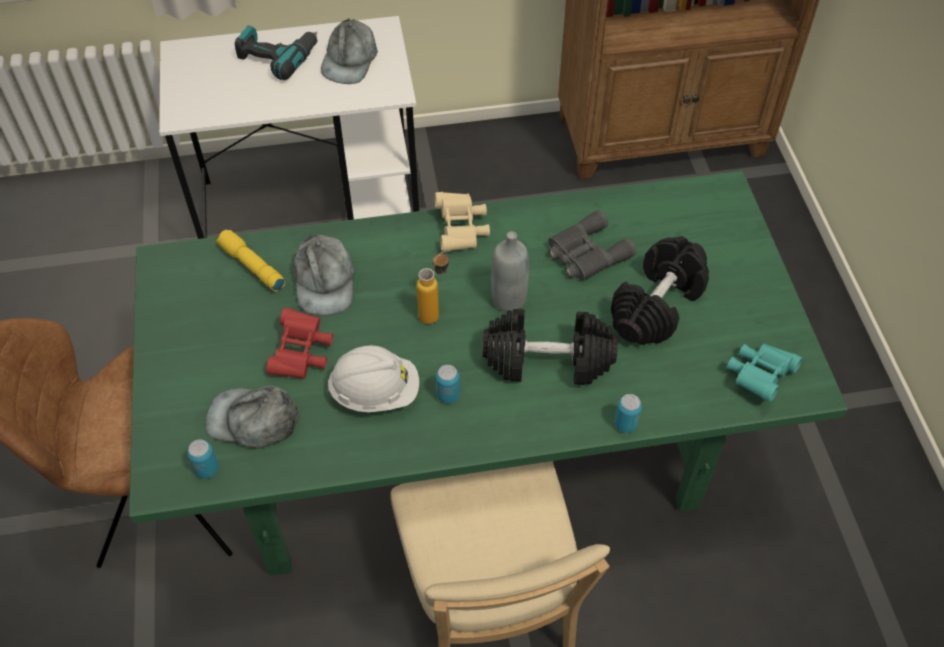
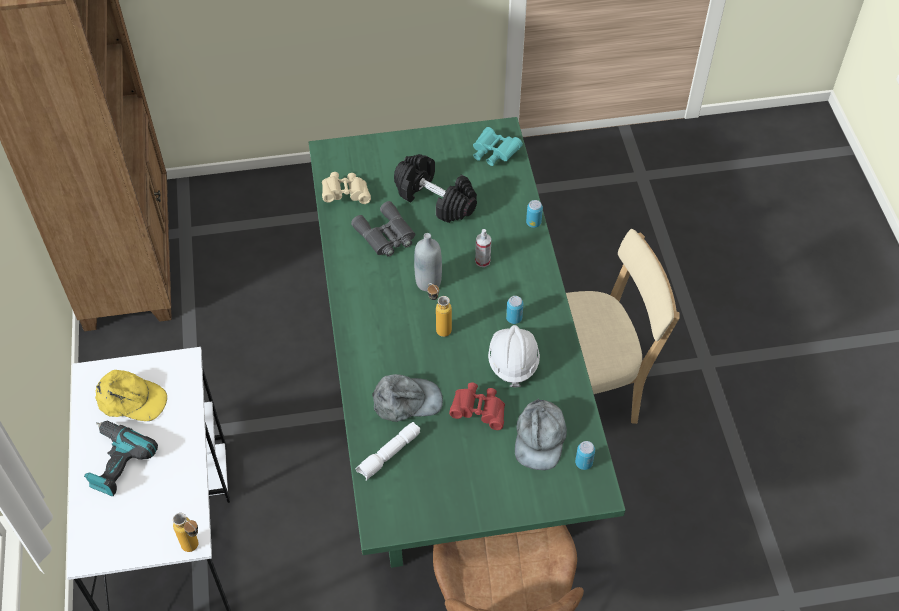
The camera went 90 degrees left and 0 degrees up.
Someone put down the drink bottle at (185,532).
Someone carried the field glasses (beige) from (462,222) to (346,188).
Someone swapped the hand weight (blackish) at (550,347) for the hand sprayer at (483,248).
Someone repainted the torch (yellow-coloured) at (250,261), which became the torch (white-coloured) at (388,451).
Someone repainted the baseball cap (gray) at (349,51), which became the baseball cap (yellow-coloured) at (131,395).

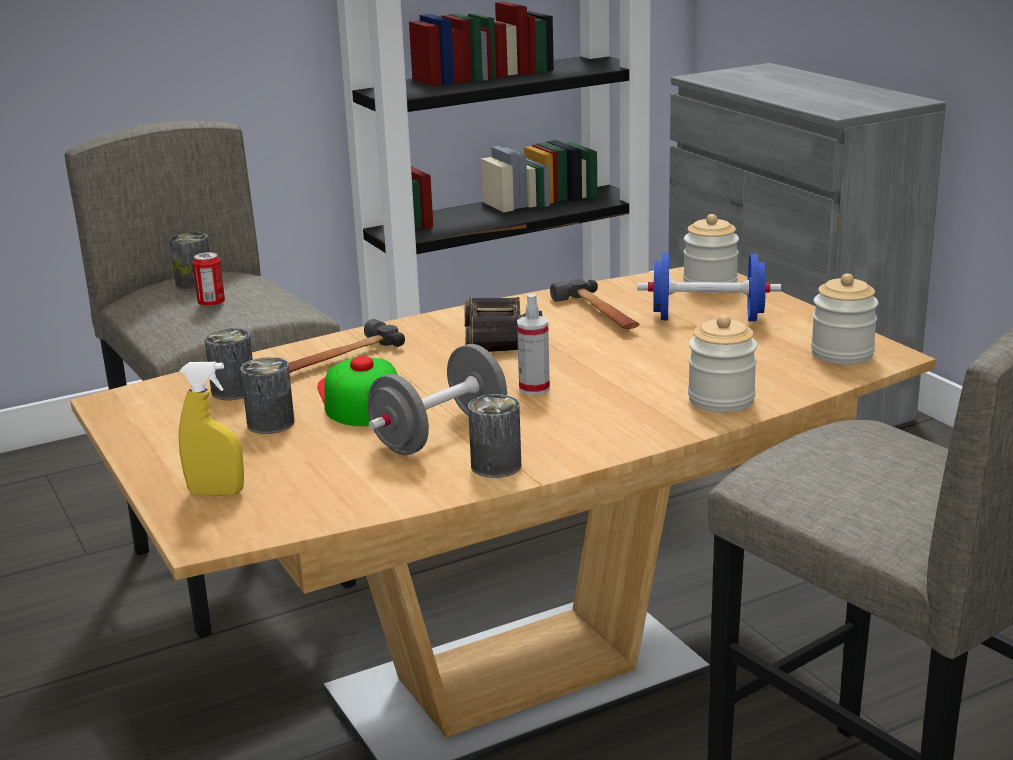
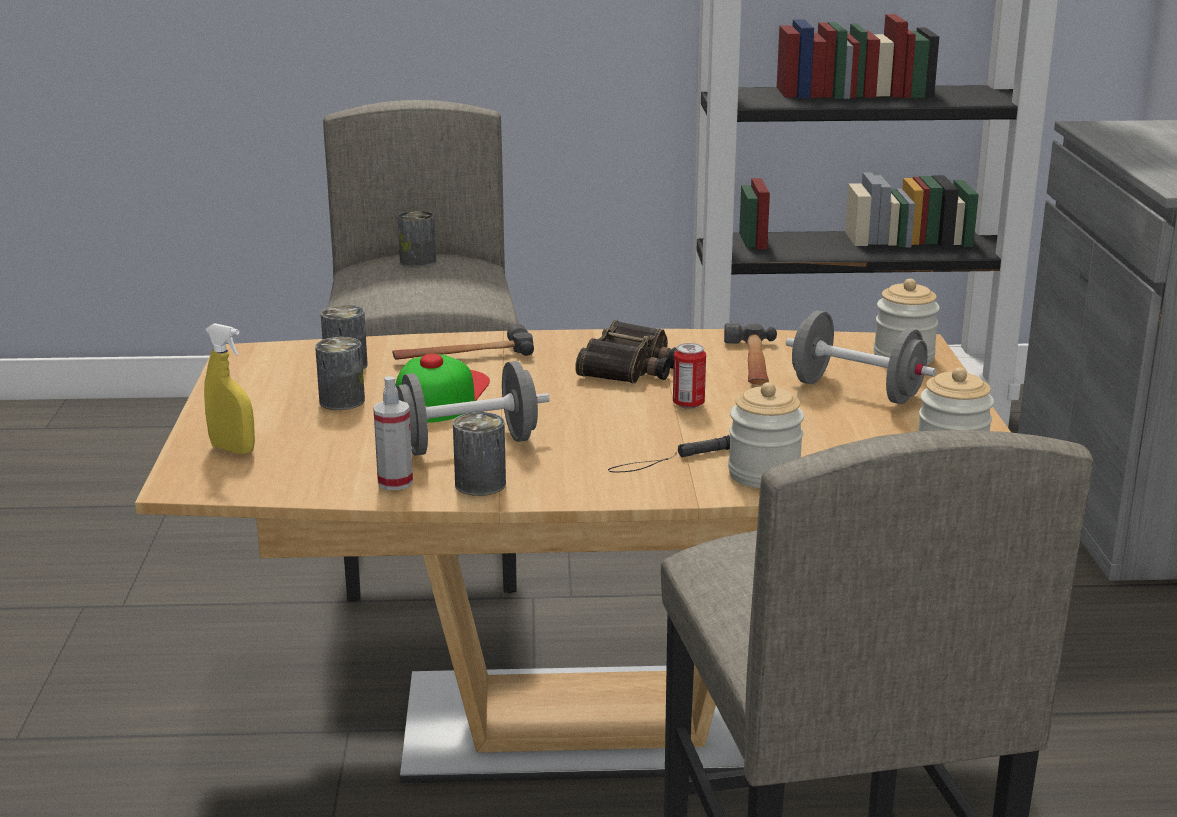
The camera went 25 degrees right and 0 degrees up.
Someone put down the torch (blackish) at (669,453).
Someone carried the can from (209,279) to (689,376).
Someone carried the hand sprayer from (533,344) to (393,433).
Someone repainted the hand weight (bluish) at (709,287), which became the hand weight (gray) at (861,357).

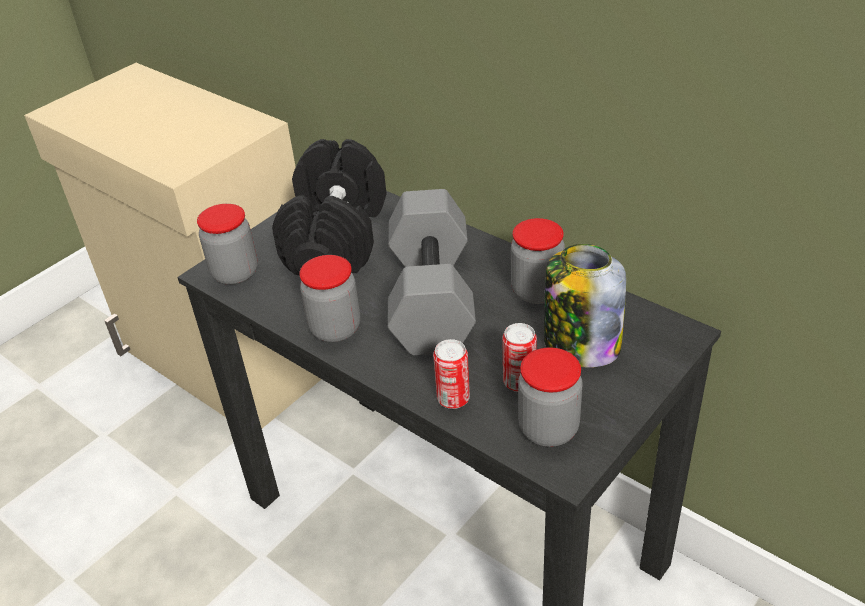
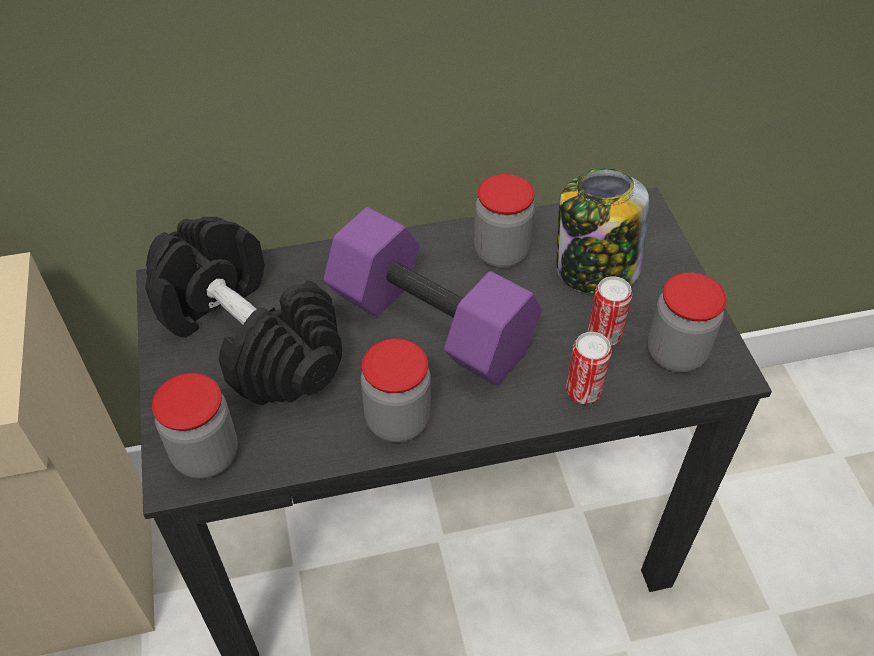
The camera went 55 degrees left and 10 degrees up.
Someone repainted the hand weight (gray) at (432,272), which became the hand weight (purplish) at (432,296).

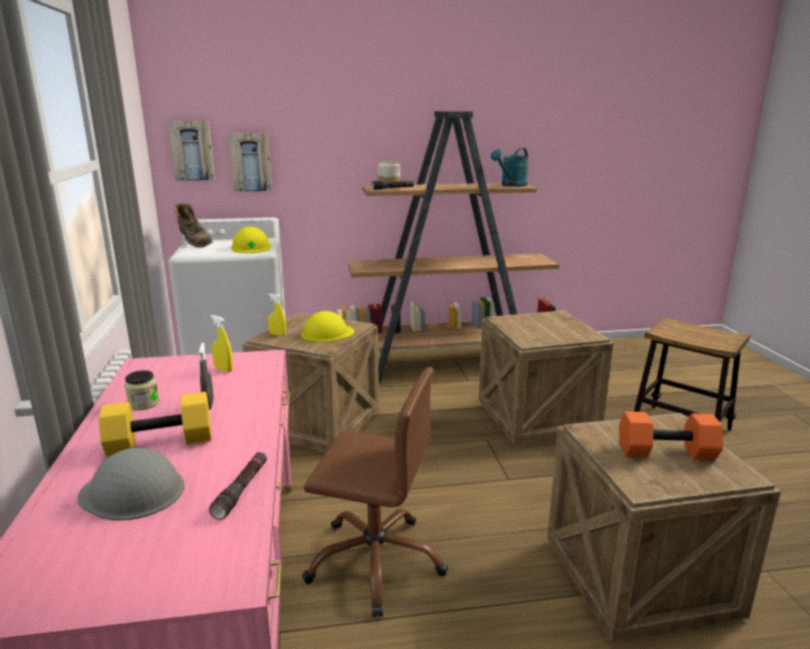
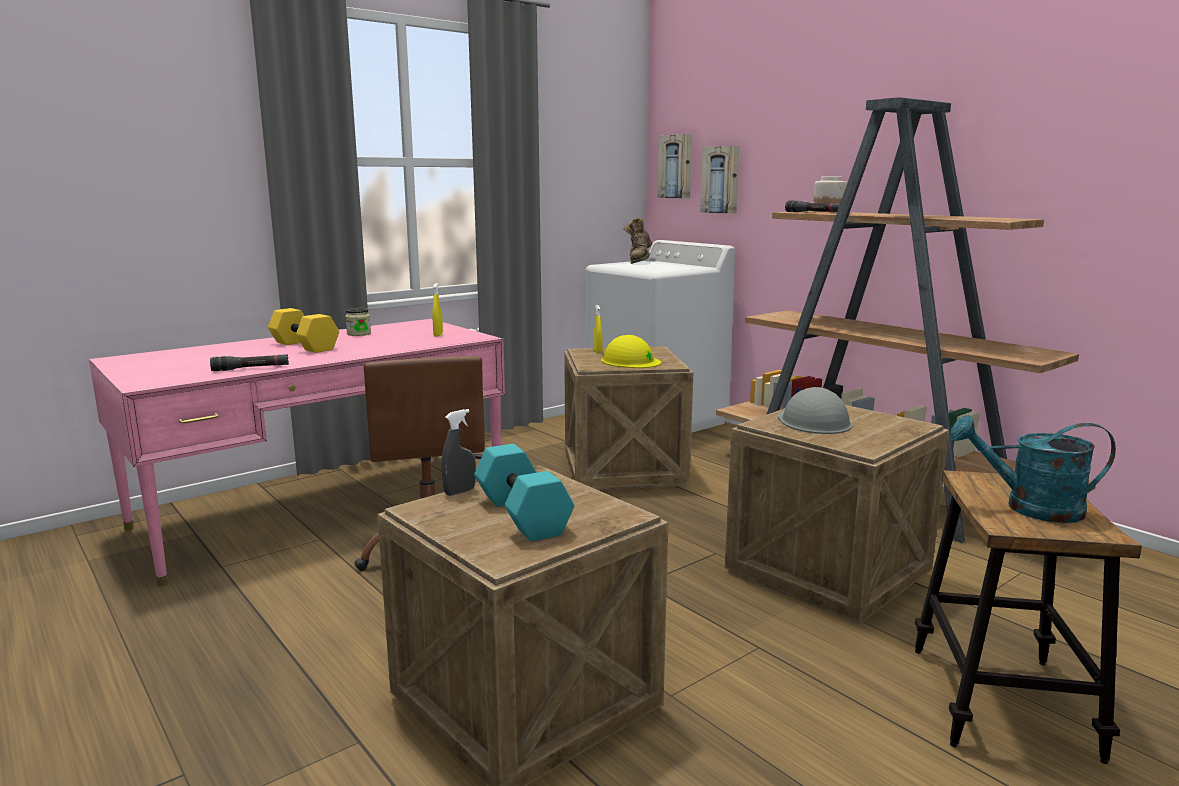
The camera went 60 degrees right and 5 degrees down.
Someone took away the hard hat (yellow-coloured) at (251,240).
Someone carried the hard hat (gray) from (130,484) to (814,410).
Someone carried the hand sprayer (gray) from (206,376) to (459,452).
Someone carried the watering pot (turquoise-coloured) from (509,167) to (1033,469).
Someone repainted the hand weight (orange-coloured) at (671,435), which became the hand weight (turquoise-coloured) at (524,492).

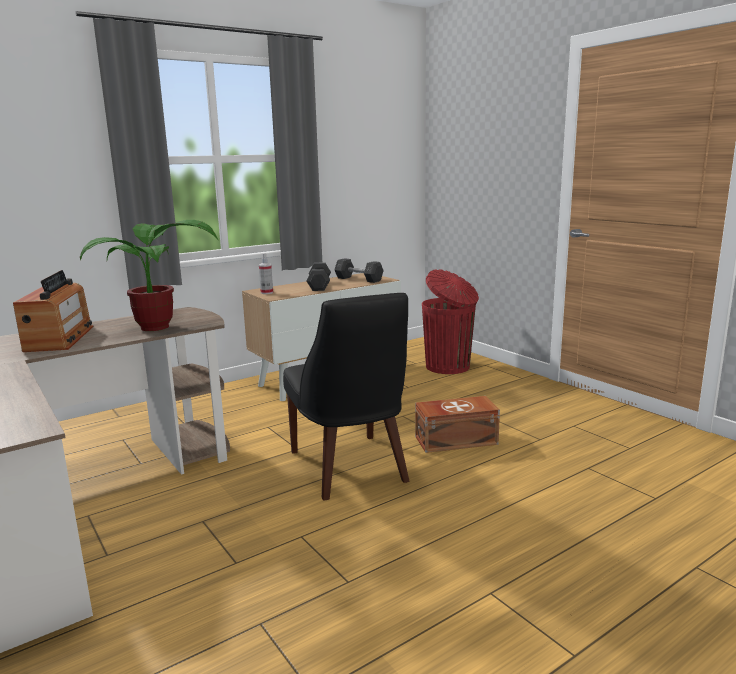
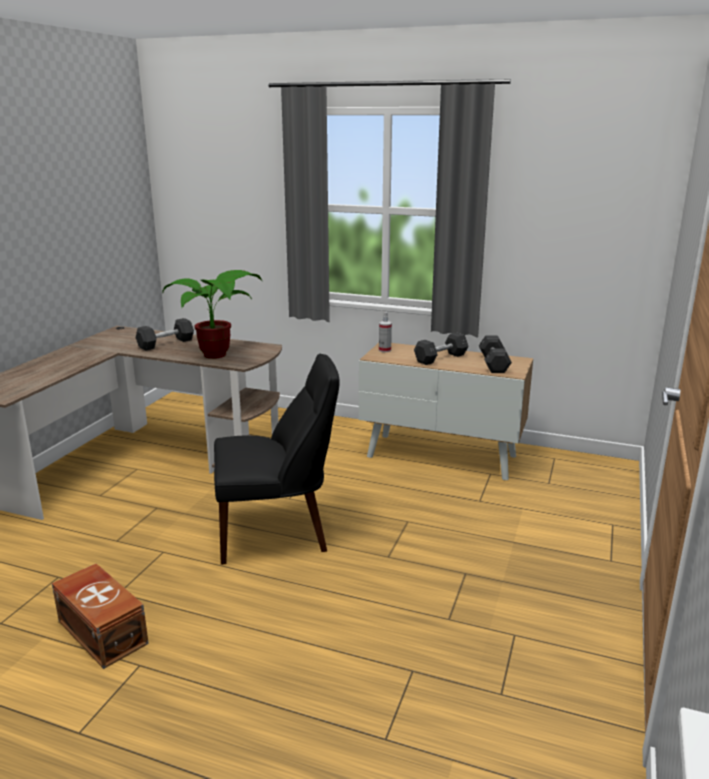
The camera went 55 degrees right and 5 degrees up.
Someone took away the rubbish bin (red-coloured) at (450,321).
Someone carried the storage box (brown-coloured) from (457,424) to (100,616).
Someone swapped the radio set at (53,311) for the hand weight (blackish) at (165,334).
Someone rotated the chair (blackish) at (346,397) by 135 degrees counterclockwise.

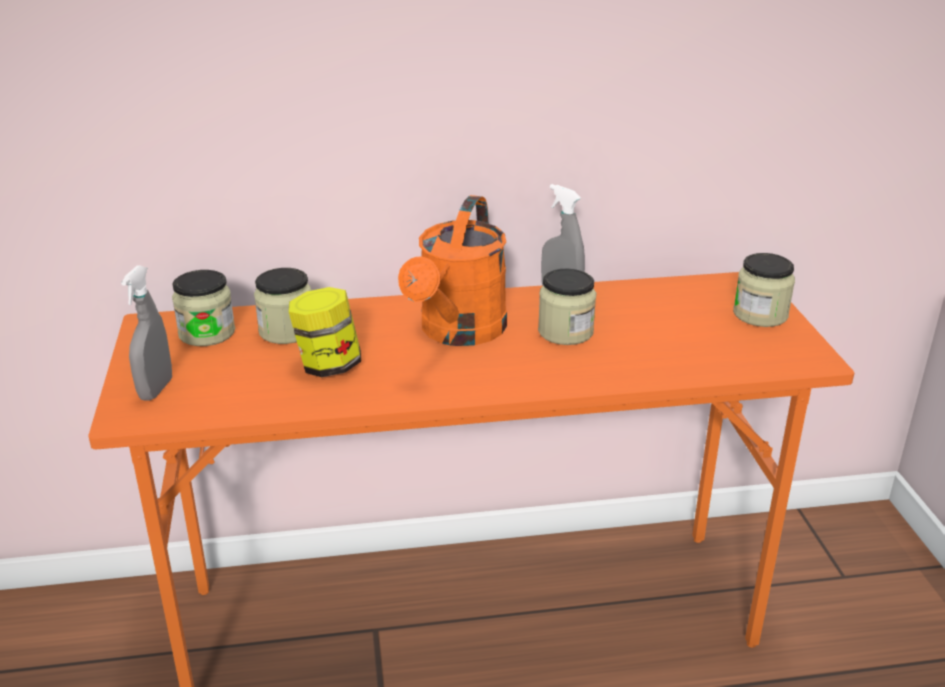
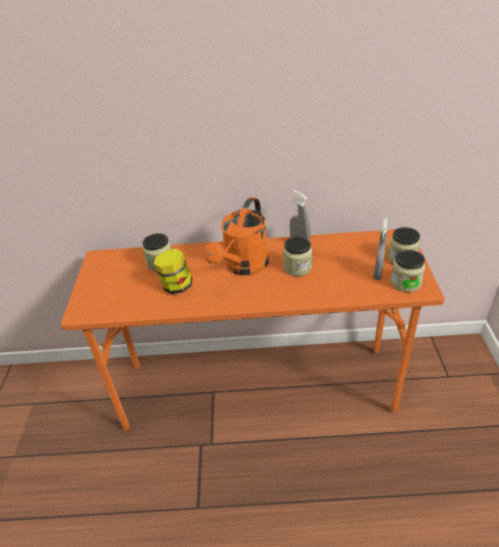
The camera went 10 degrees right and 10 degrees up.
Someone carried the hand sprayer (gray) from (146,333) to (380,249).
Someone carried the jar from (203,308) to (408,271).

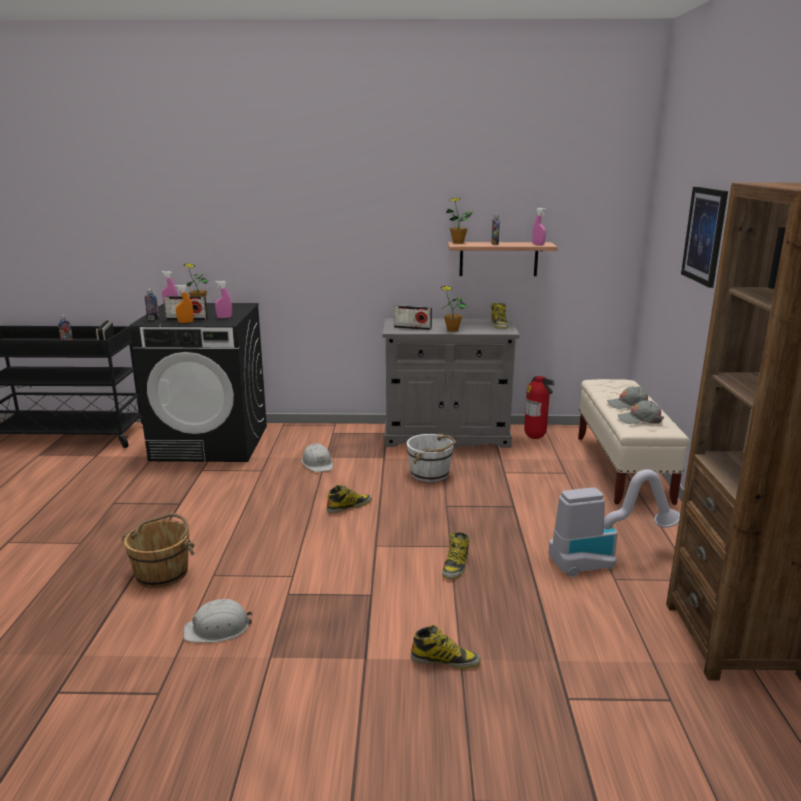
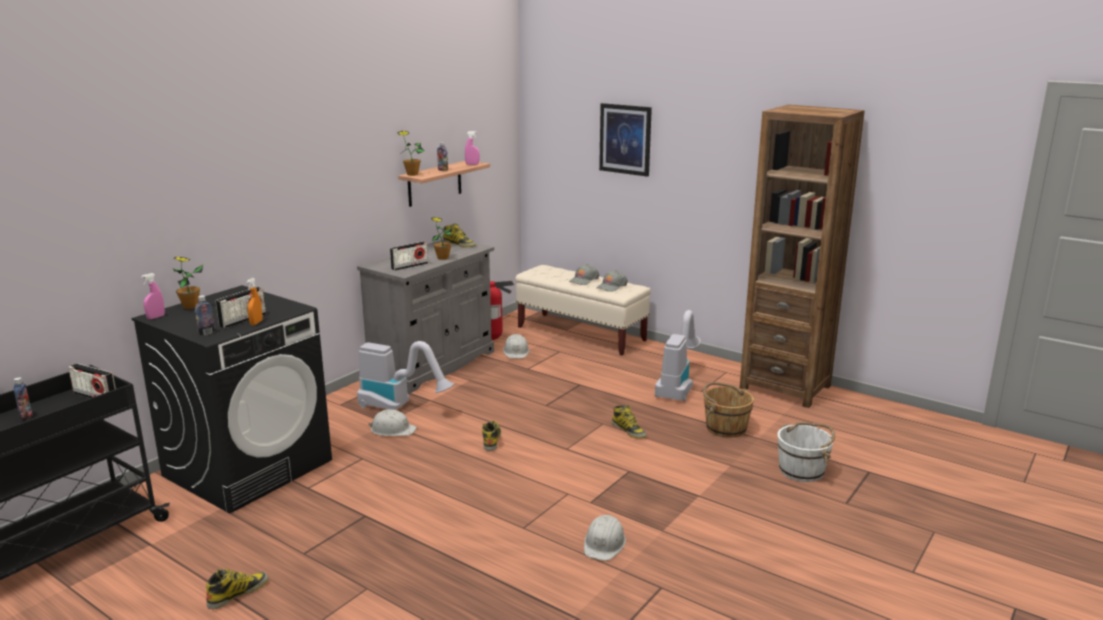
The camera went 55 degrees left and 0 degrees up.
Someone took away the hand sprayer (pinkish) at (223,299).
Someone put down the hoover at (405,375).
Someone put down the hard hat (white-coloured) at (516,346).
Someone carried the bucket (brown-coloured) from (158,550) to (728,410).
Someone carried the bucket (white-coloured) from (431,458) to (806,452).
Someone carried the boot from (446,647) to (237,589).

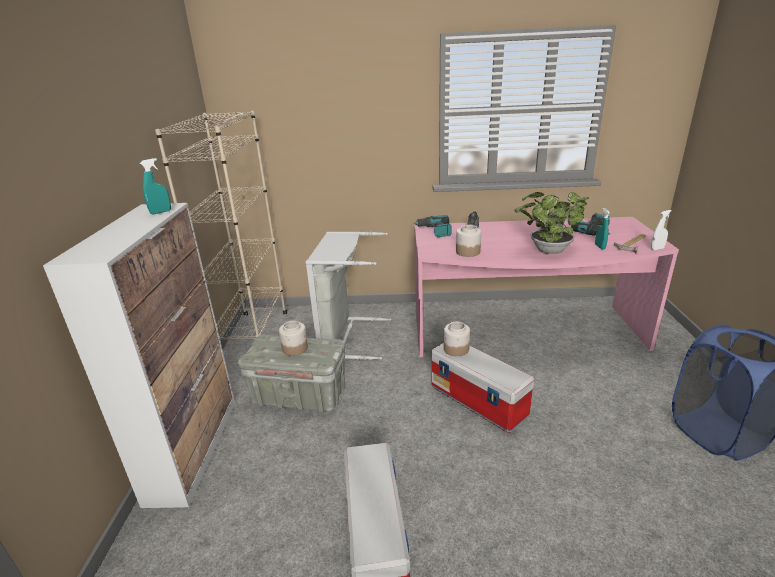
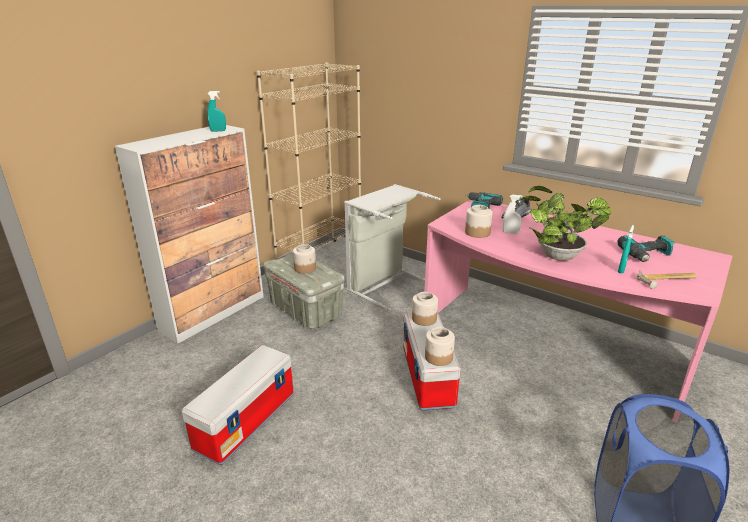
The camera went 35 degrees right and 0 degrees up.
Someone put down the jar at (440,346).
Someone carried the hand sprayer (white-coloured) from (661,230) to (512,214).

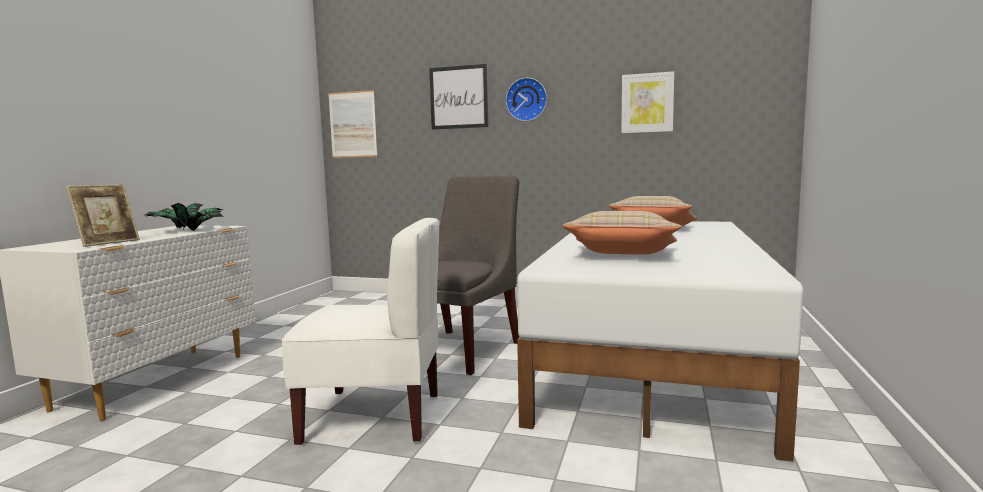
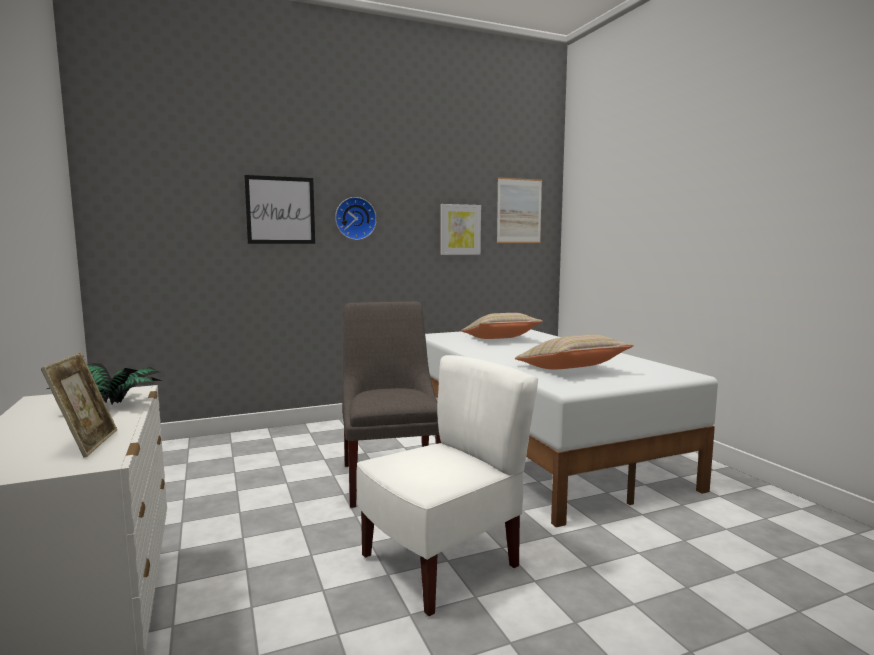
The camera went 40 degrees left and 0 degrees up.
Someone carried the wall picture from (353,124) to (519,210).

